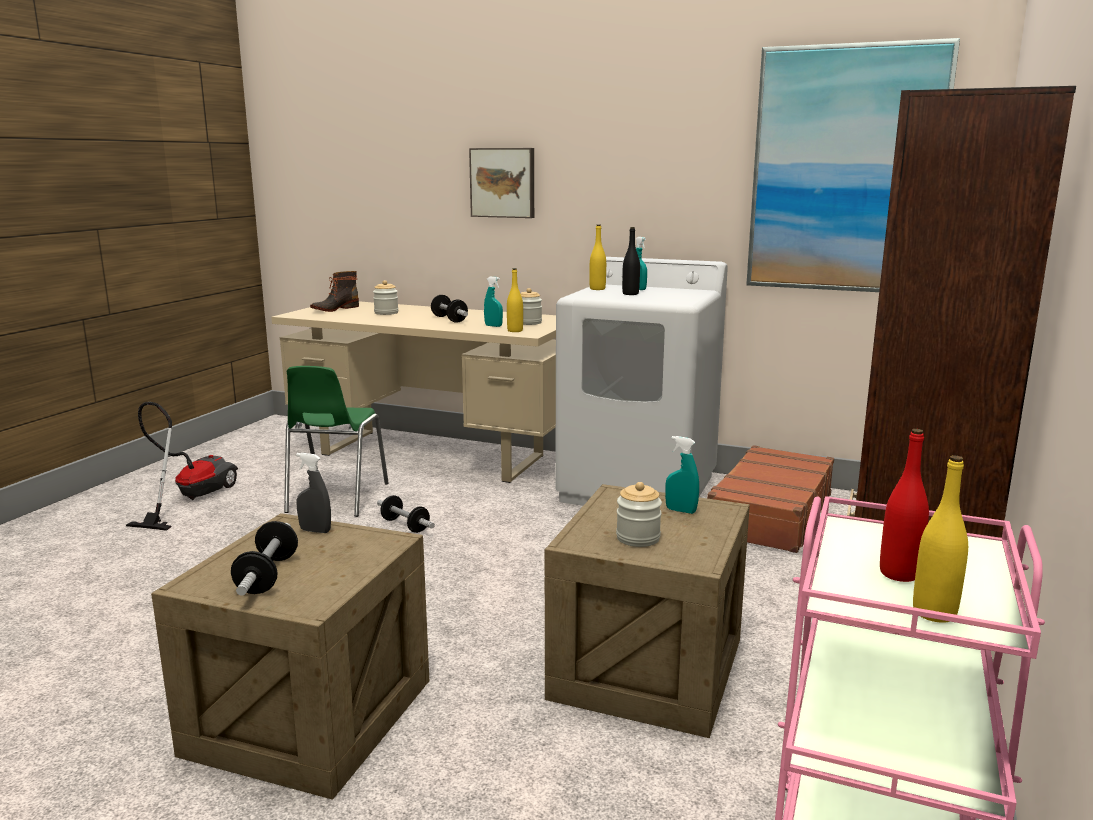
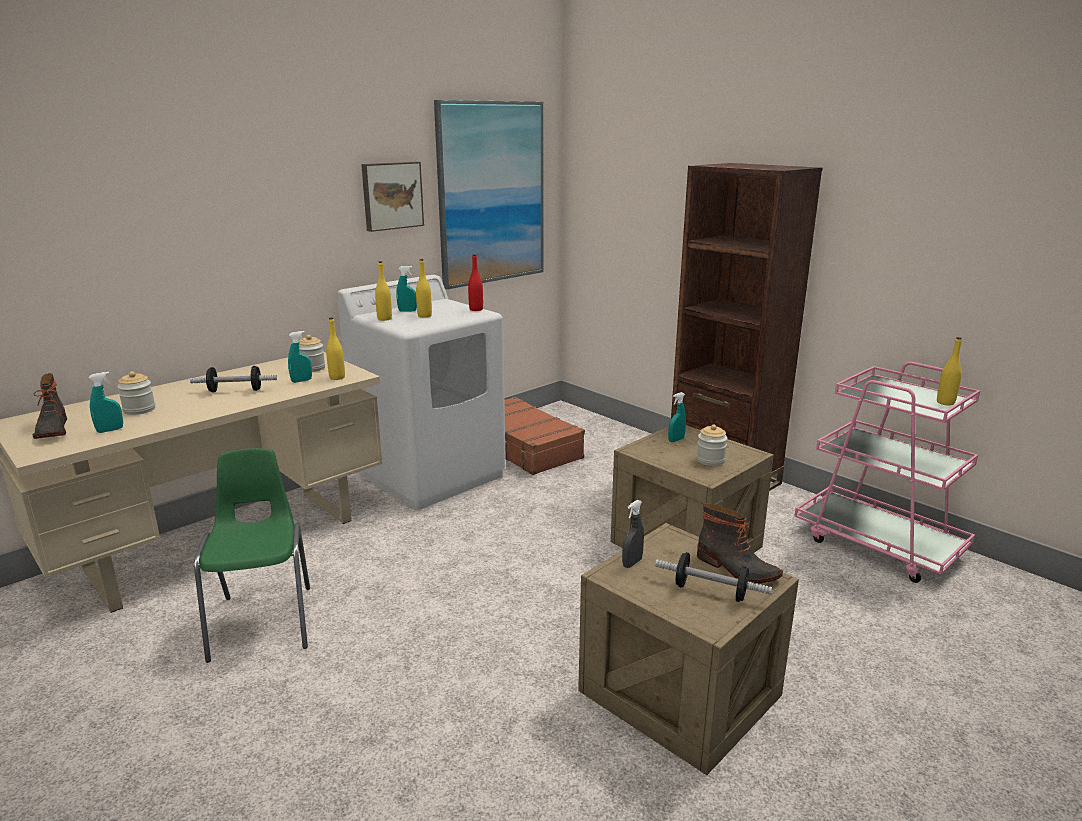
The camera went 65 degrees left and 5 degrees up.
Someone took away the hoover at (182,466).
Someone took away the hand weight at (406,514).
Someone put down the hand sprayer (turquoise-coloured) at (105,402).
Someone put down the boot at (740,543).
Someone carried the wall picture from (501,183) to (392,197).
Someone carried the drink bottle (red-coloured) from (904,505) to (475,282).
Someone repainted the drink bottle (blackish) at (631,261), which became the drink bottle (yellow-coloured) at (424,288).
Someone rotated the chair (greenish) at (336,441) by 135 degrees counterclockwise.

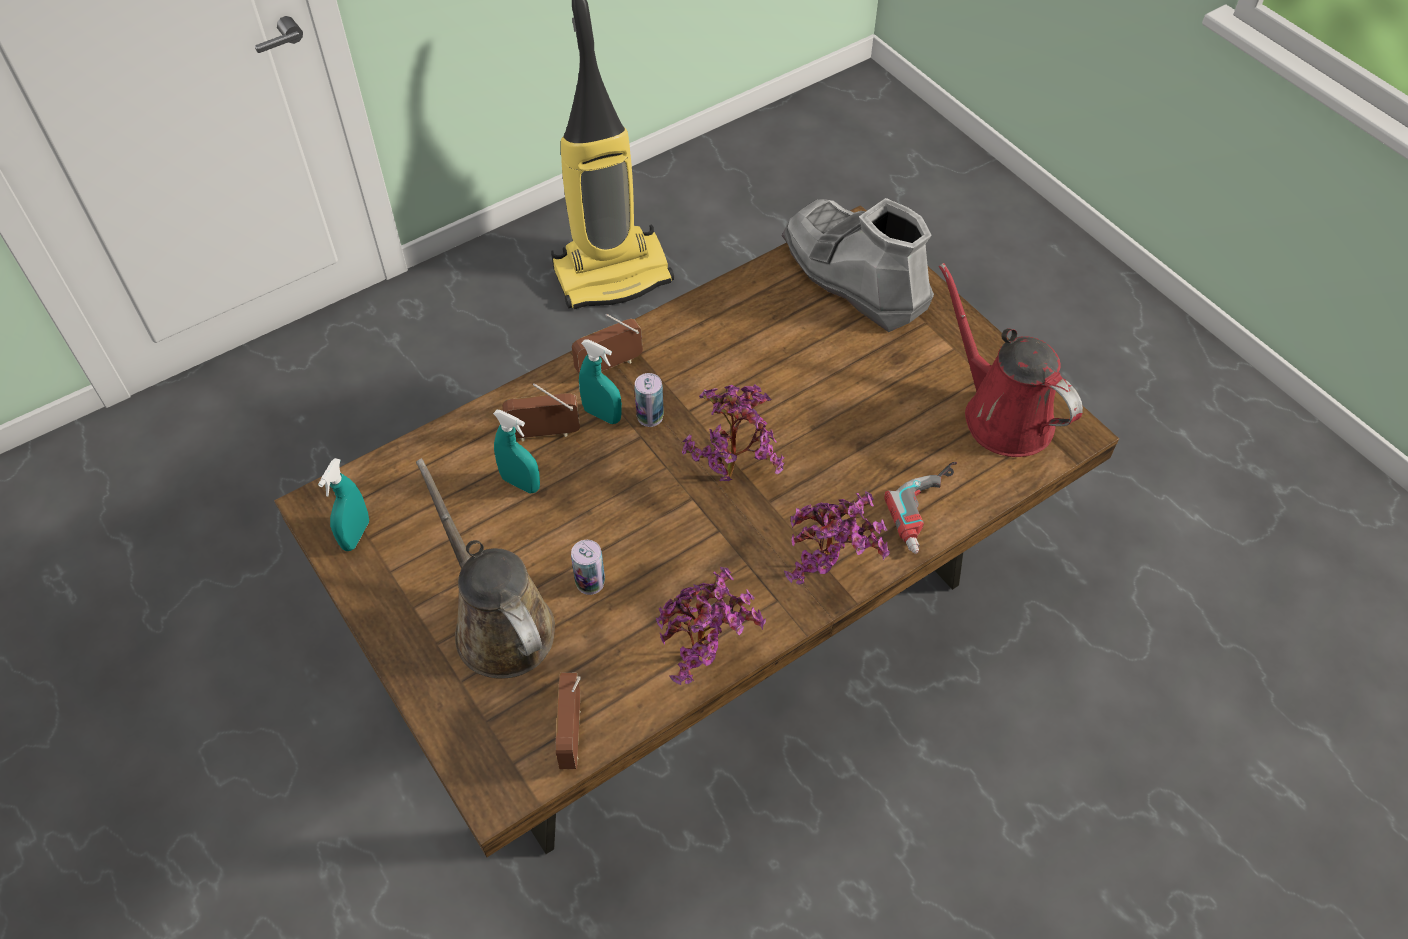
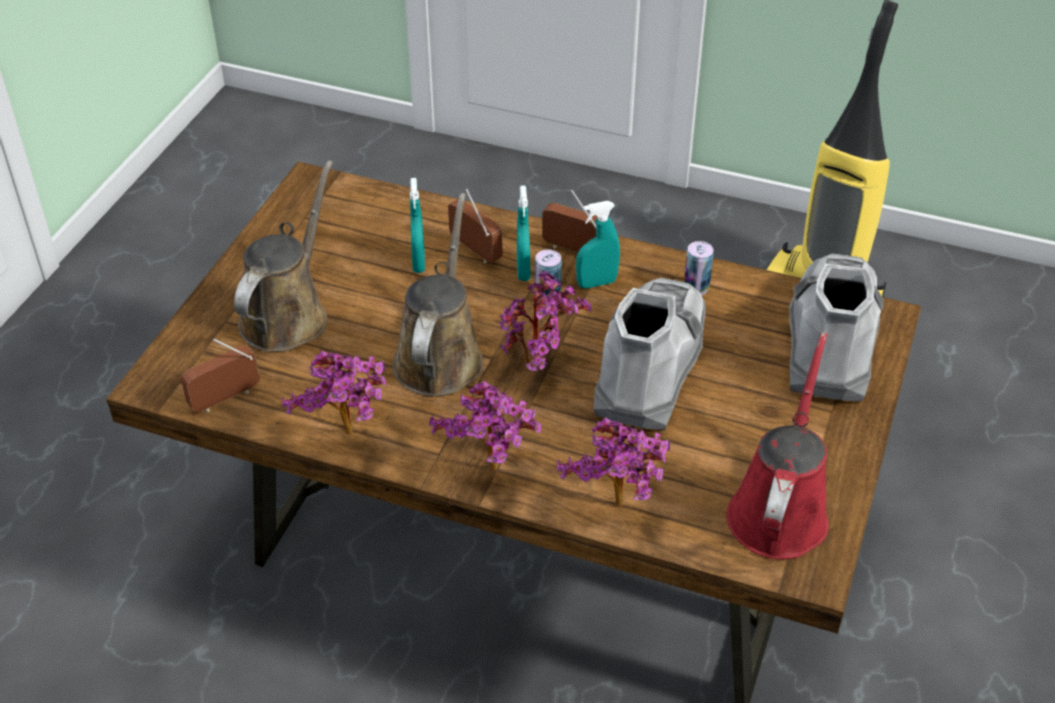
The camera went 55 degrees right and 10 degrees down.
Someone put down the watering pot (brown-coloured) at (438,294).
Someone put down the boot (gray) at (649,354).
Someone carried the hand sprayer (turquoise-coloured) from (343,504) to (598,245).
Someone carried the can from (588,567) to (699,268).
Someone swapped the drill at (920,508) for the potted plant at (613,462).

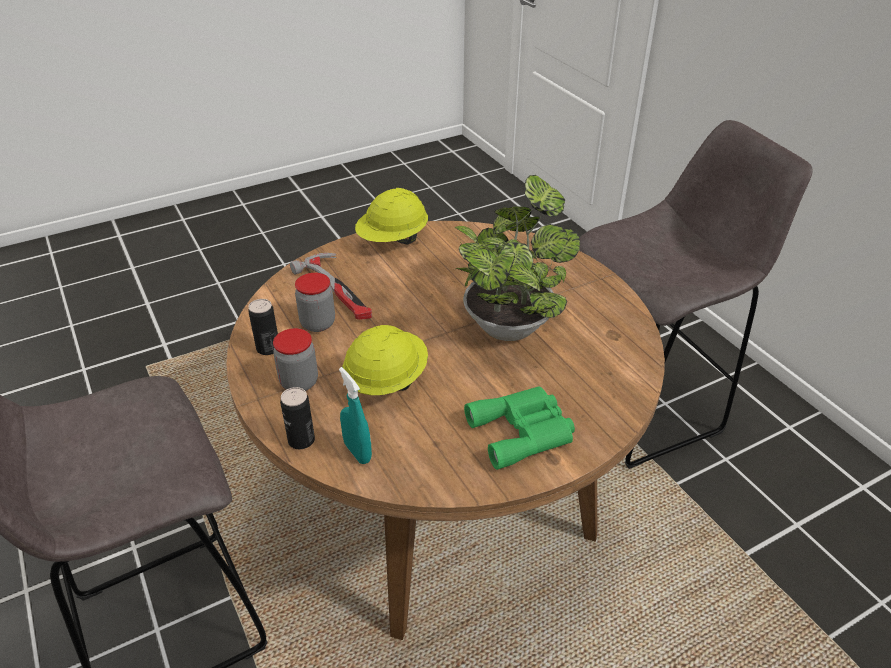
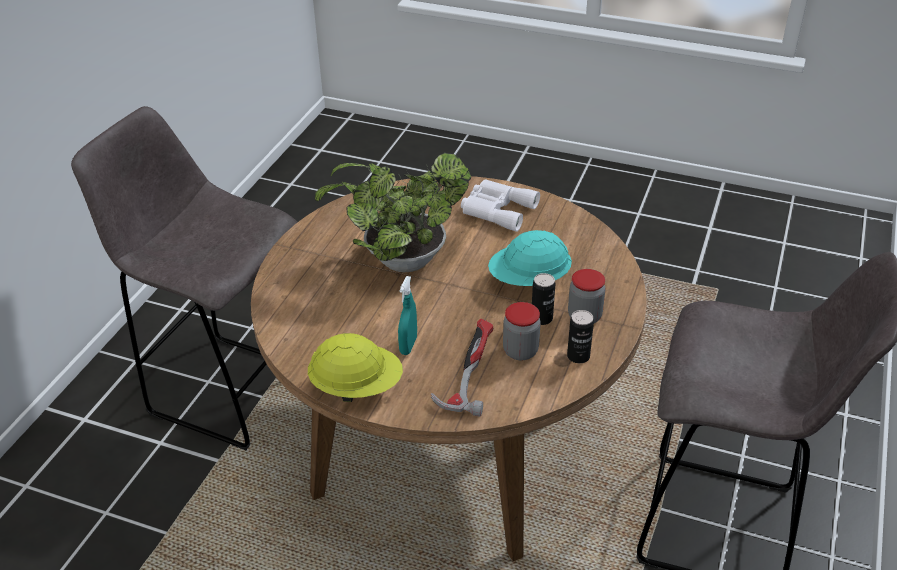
The camera went 130 degrees left and 0 degrees up.
Someone carried the can from (297,418) to (543,299).
Someone carried the hand sprayer (turquoise-coloured) from (355,415) to (407,315).
Someone repainted the hard hat (yellow-coloured) at (385,360), which became the hard hat (turquoise-coloured) at (530,258).
Someone repainted the field glasses (greenish) at (519,428), which became the field glasses (white-coloured) at (500,205).

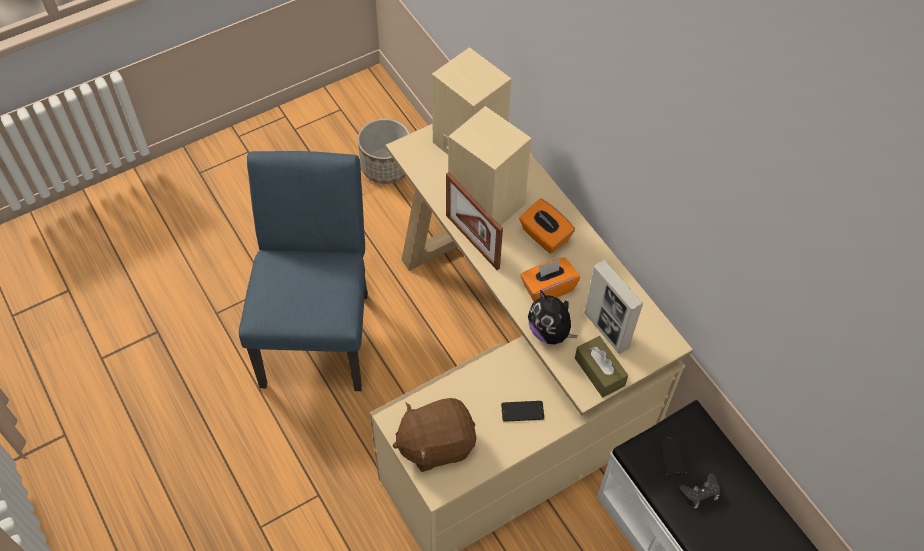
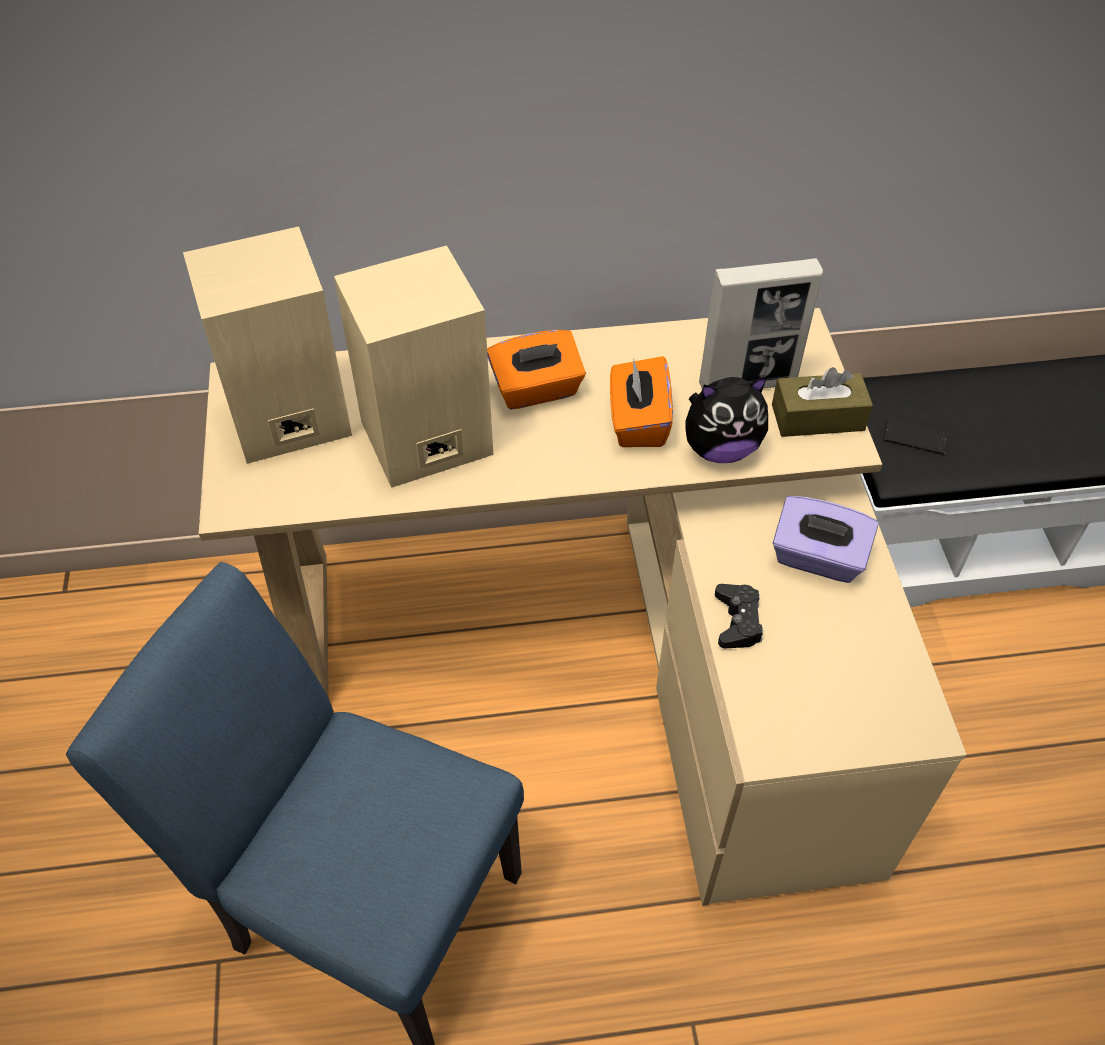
The camera went 65 degrees left and 5 degrees down.
Someone took away the flower pot at (384,151).
Someone took away the plush toy (brown-coloured) at (434,435).
Someone took away the standing frame at (474,221).
Someone carried the gamepad (blackish) from (699,491) to (739,616).
Someone swapped the handset at (522,411) for the tissue box (purplish) at (826,539).

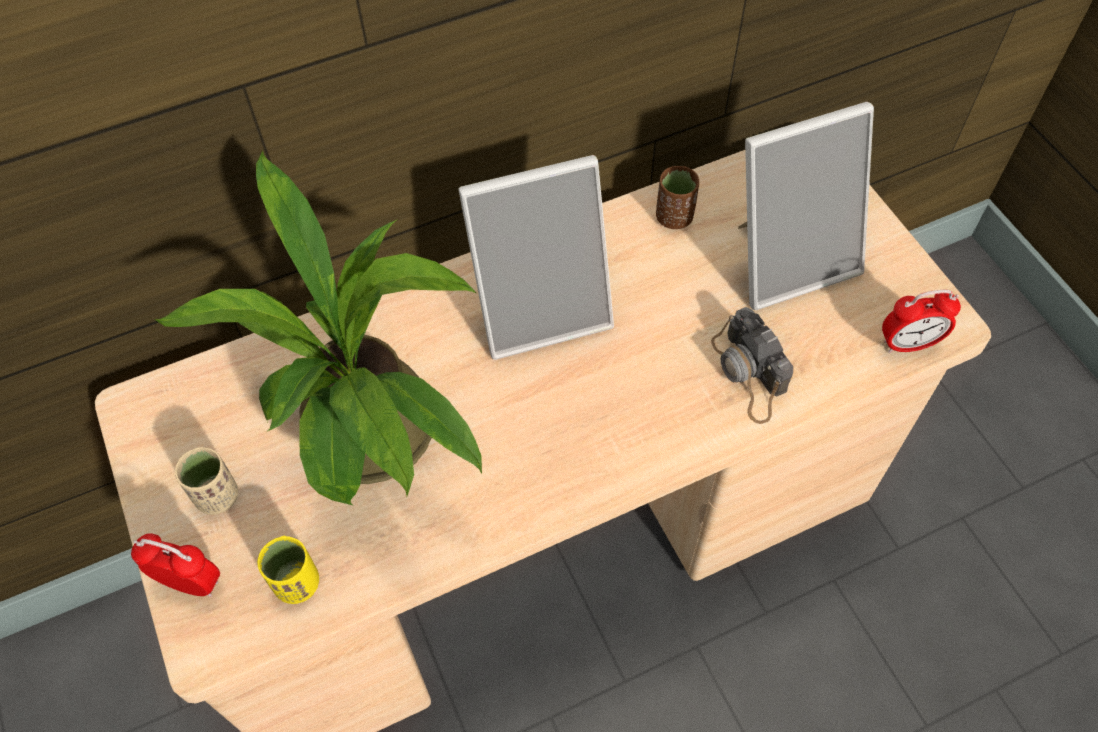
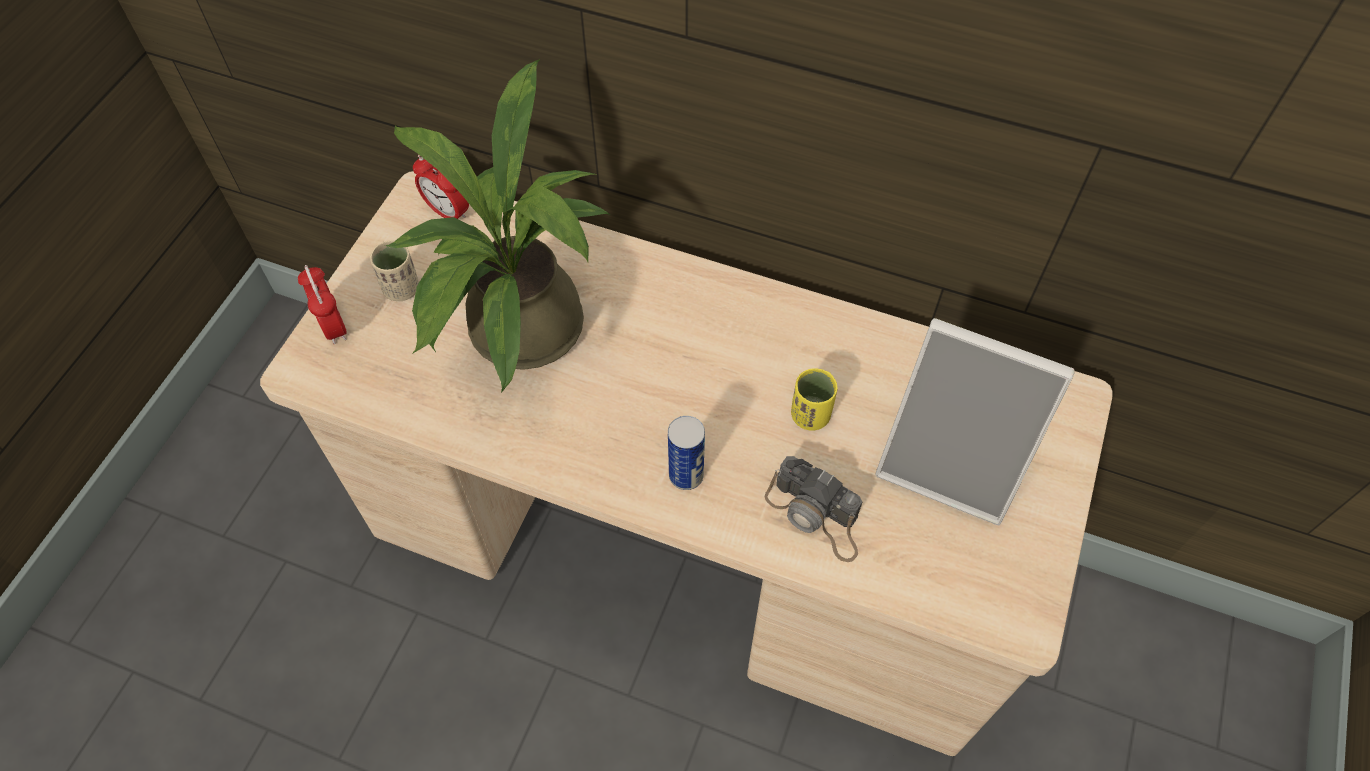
The camera went 45 degrees right and 0 degrees up.
Someone took away the standing frame at (536,257).
Someone took away the drinking cup (brown-coloured) at (677,197).
Someone put down the can at (686,453).
Someone carried the drinking cup (yellow-coloured) from (288,570) to (814,399).
Someone carried the table clock from (921,321) to (441,187).
Someone rotated the still camera at (752,365) by 75 degrees counterclockwise.

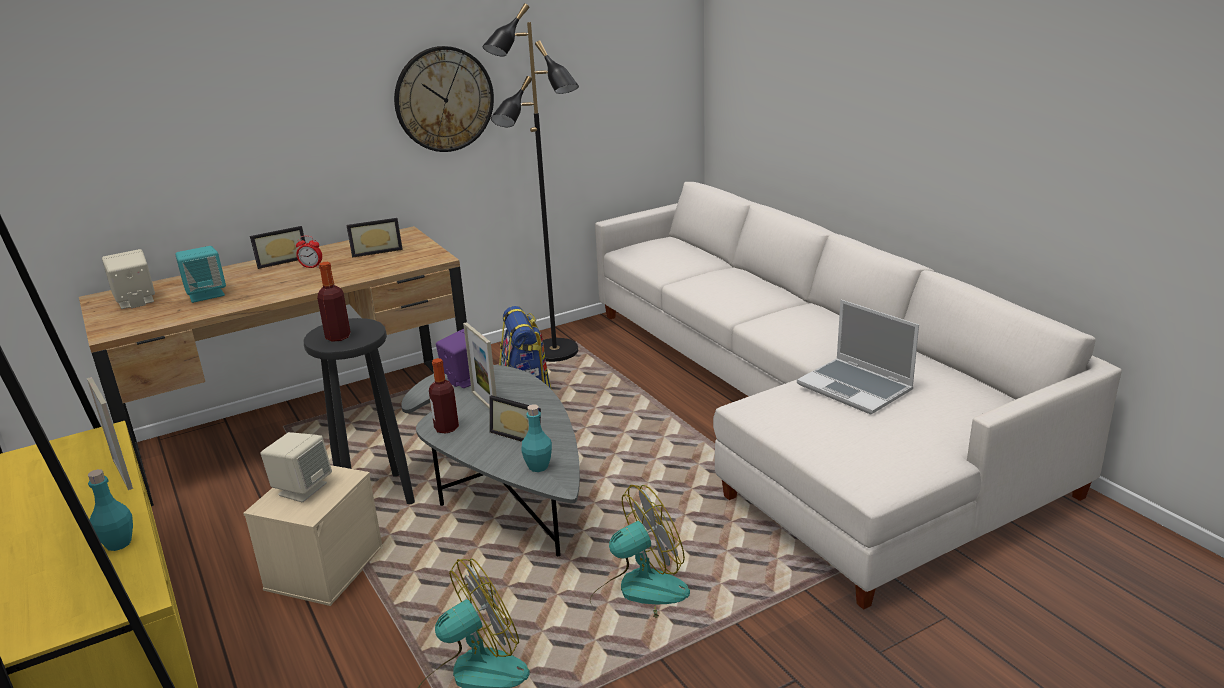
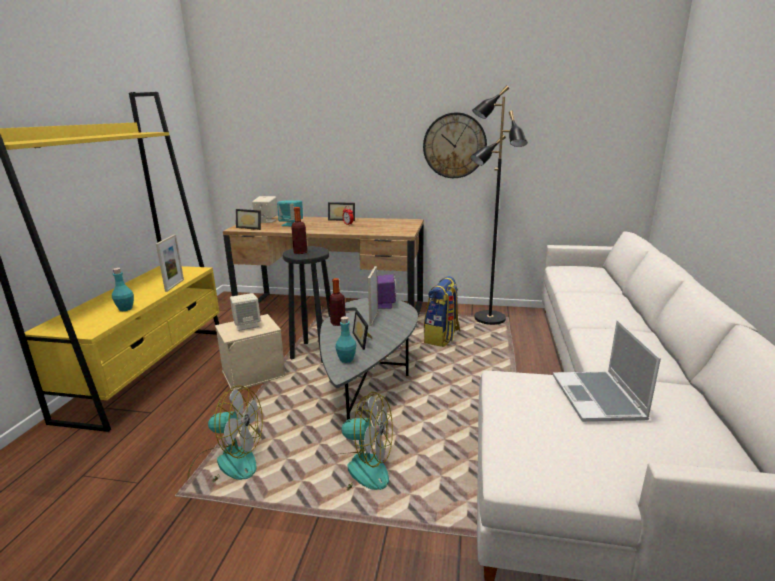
The camera went 40 degrees right and 5 degrees down.
Someone carried the standing frame from (374,238) to (248,219).

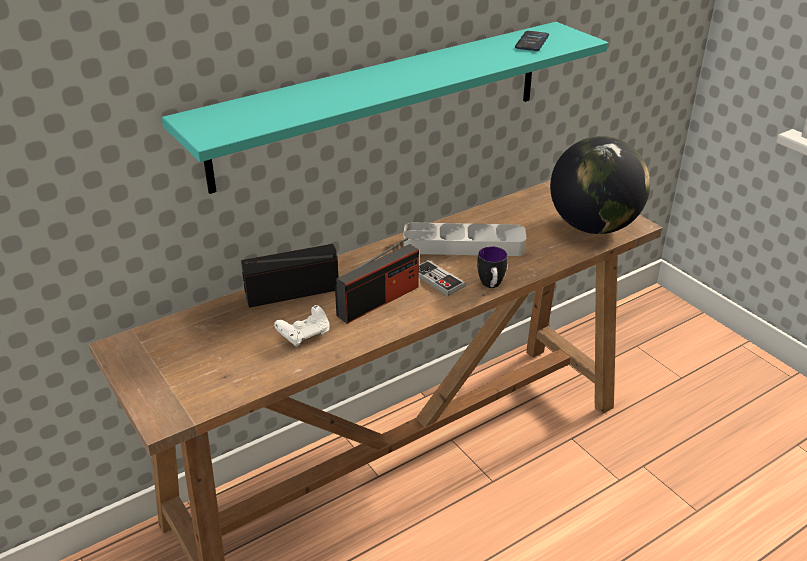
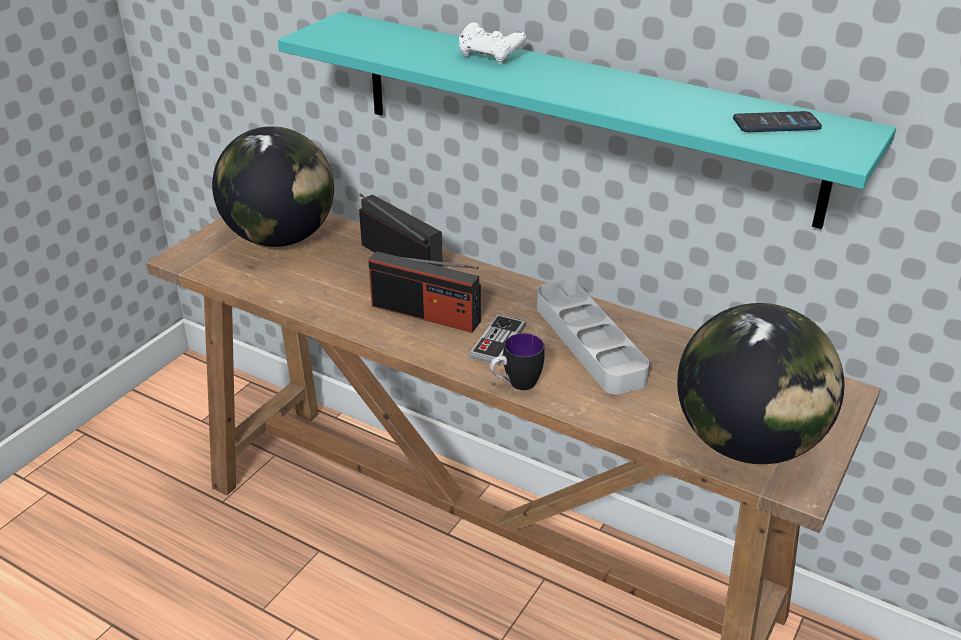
The camera went 65 degrees right and 0 degrees up.
Someone put down the desk globe at (273,186).
Someone carried the gamepad (white-coloured) from (301,326) to (493,43).

